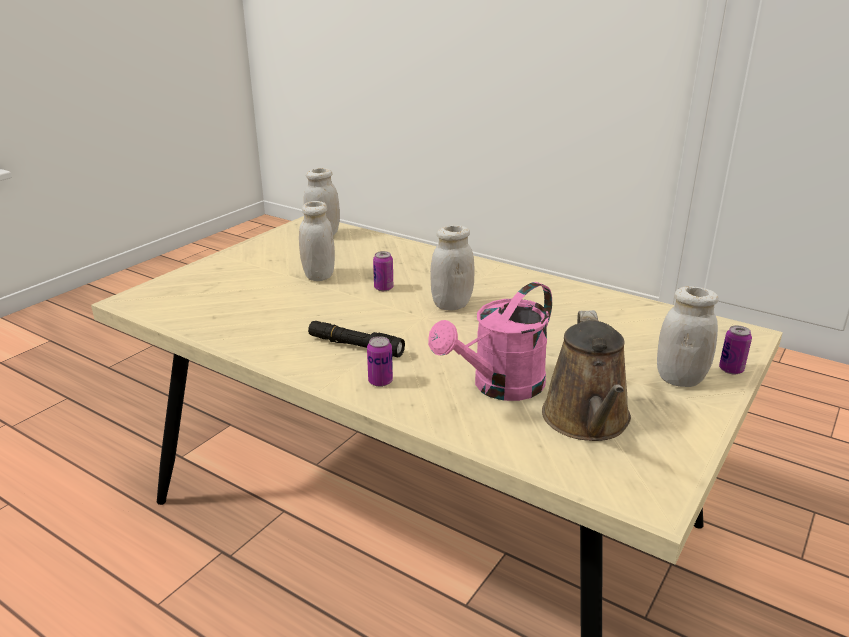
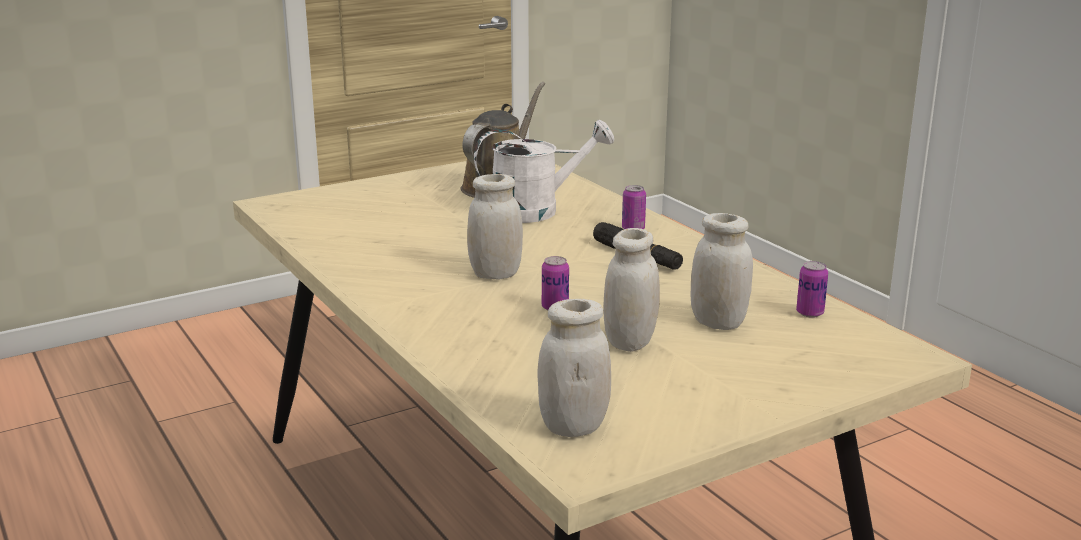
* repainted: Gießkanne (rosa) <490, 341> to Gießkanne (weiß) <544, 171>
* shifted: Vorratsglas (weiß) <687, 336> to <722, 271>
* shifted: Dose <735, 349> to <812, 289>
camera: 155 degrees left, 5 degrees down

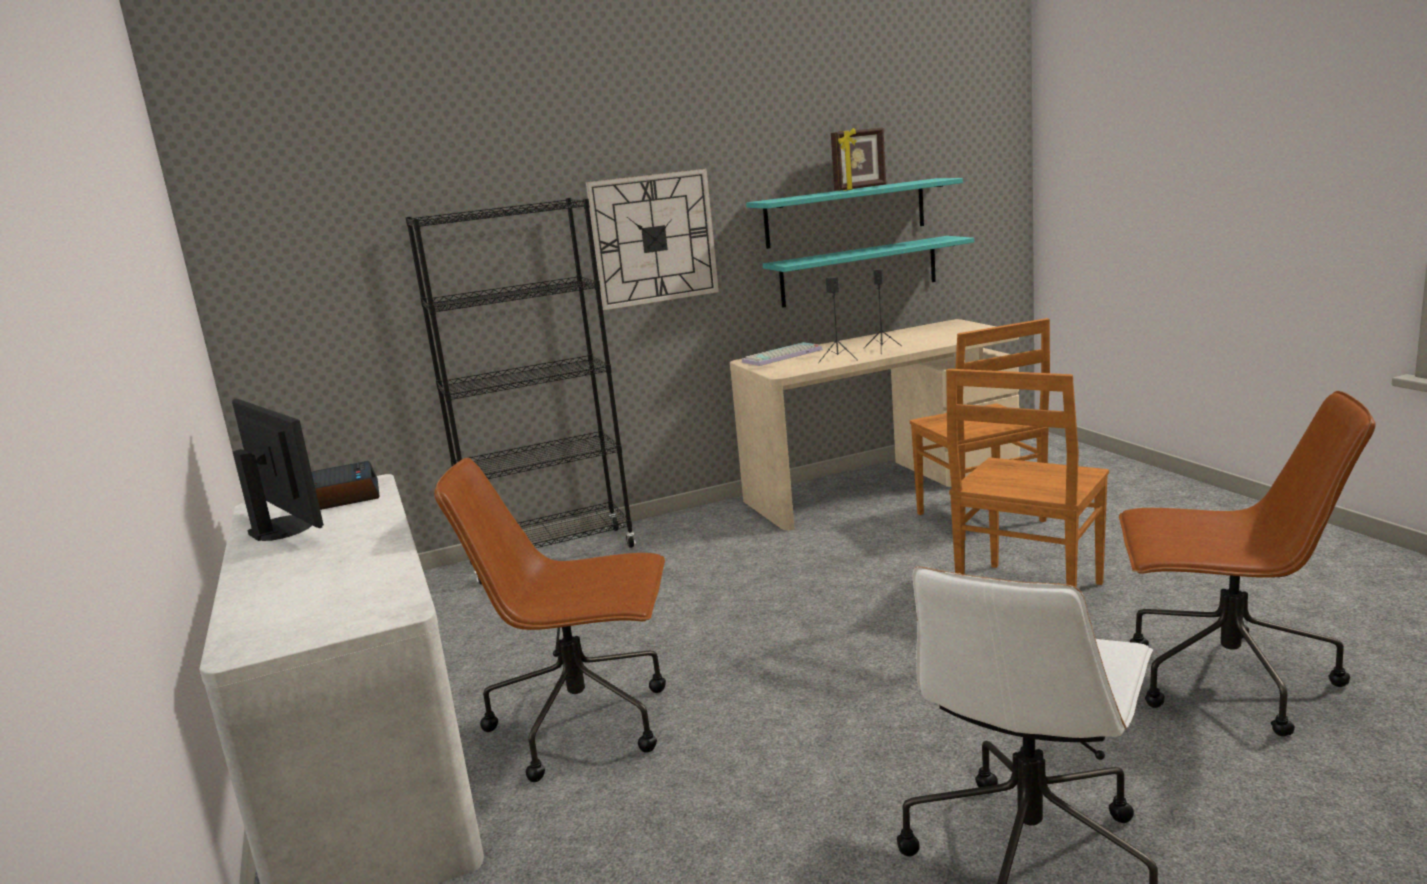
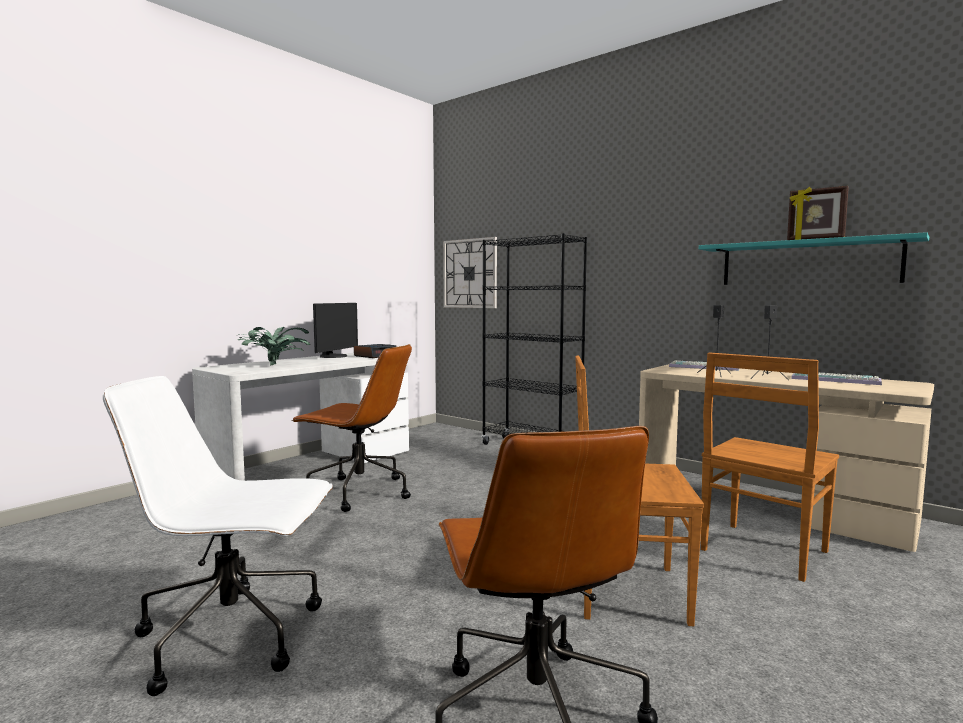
* new: Topfpflanze <274, 346>
* rotated: Bürostuhl (braun) <550, 620> = <351, 428> 135 degrees clockwise
* shifted: Wanduhr <652, 239> to <470, 272>
* new: Tastatur <836, 378>
* gone: Wandregal (türkis) <868, 272>
camera: 60 degrees right, 10 degrees down

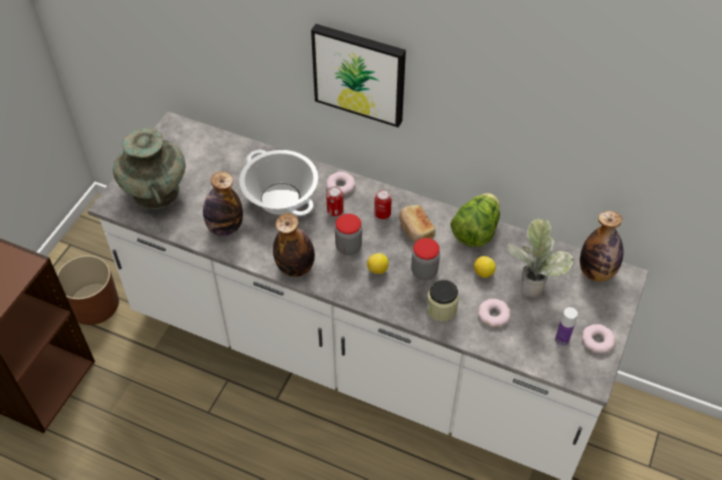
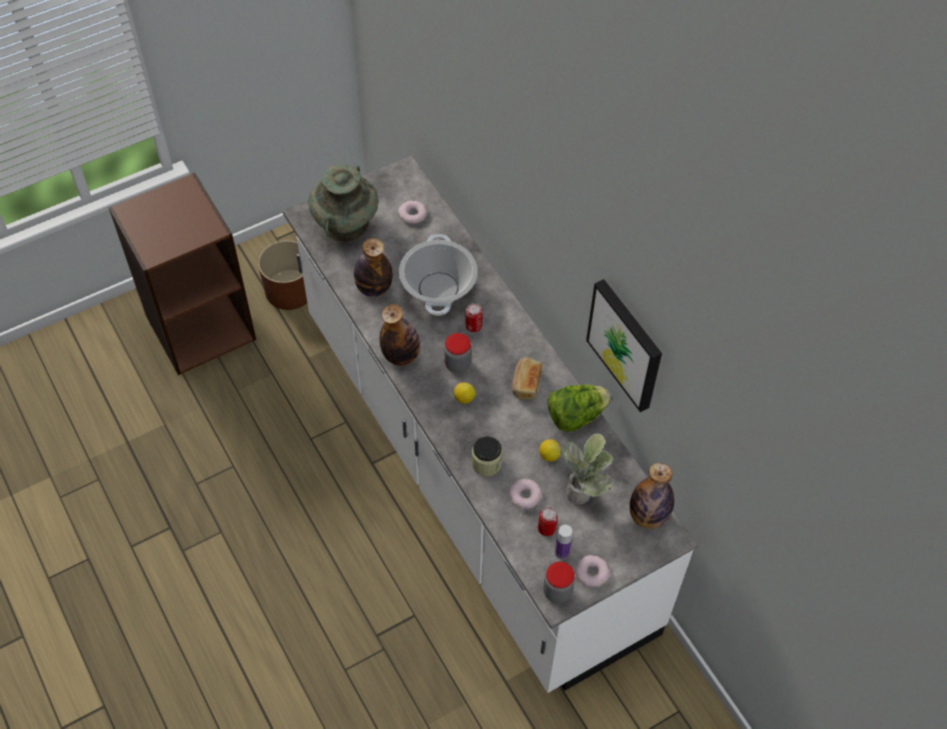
* shifted: Donut <340, 183> to <412, 212>
* shifted: Dose <383, 204> to <548, 521>
* shifted: Vorratsglas <425, 259> to <559, 582>
* shifted: Bild <358, 76> to <624, 345>
camera: 35 degrees right, 5 degrees up

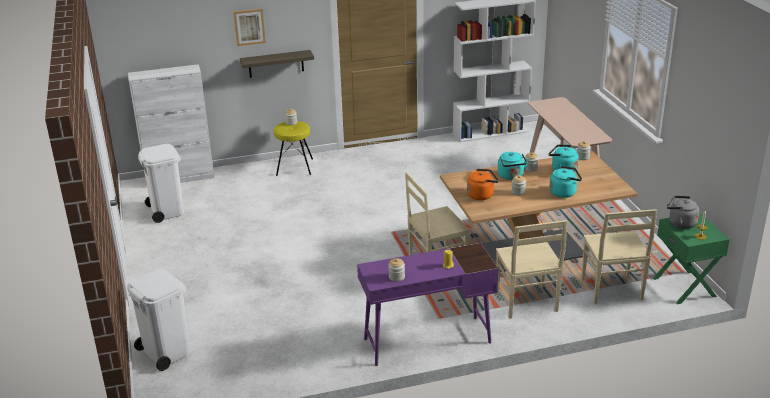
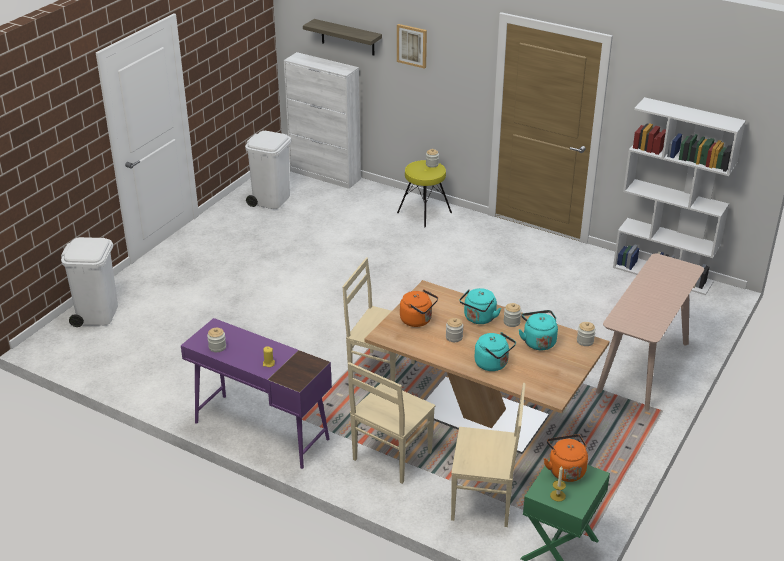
* shifted: Wandregal <277, 64> to <342, 37>
* rotated: Stuhl (beige) <619, 256> = <488, 455> 120 degrees counterclockwise
* repainted: Wasserkessel (grau) <683, 212> to Wasserkessel (orange) <566, 458>
camera: 45 degrees right, 5 degrees up

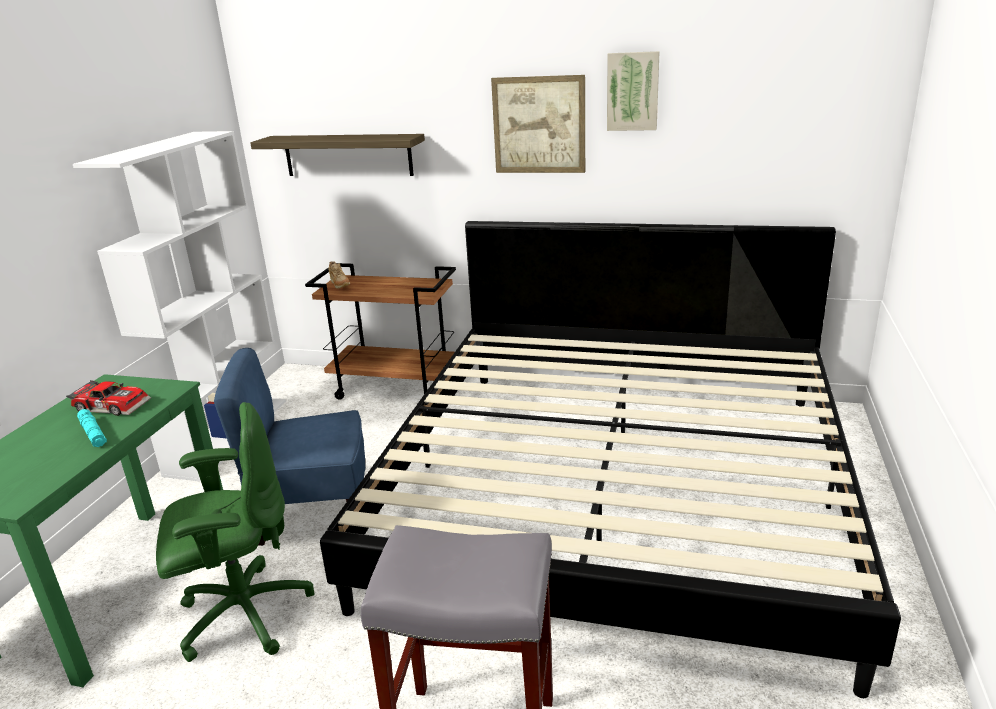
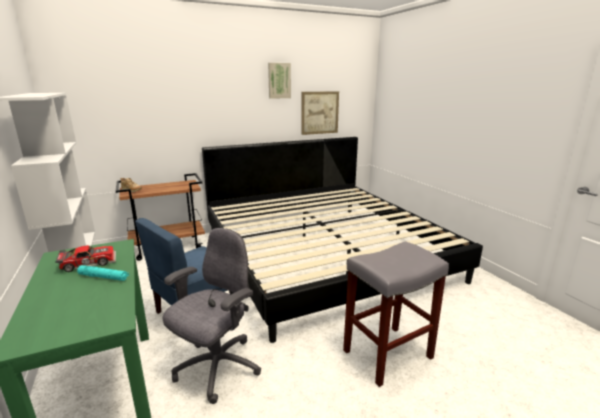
* repainted: Bürostuhl (grün) <235, 532> to Bürostuhl (grau) <211, 316>
* shifted: Bild <538, 124> to <320, 113>
* gone: Wandregal <337, 155>
camera: 40 degrees left, 5 degrees down

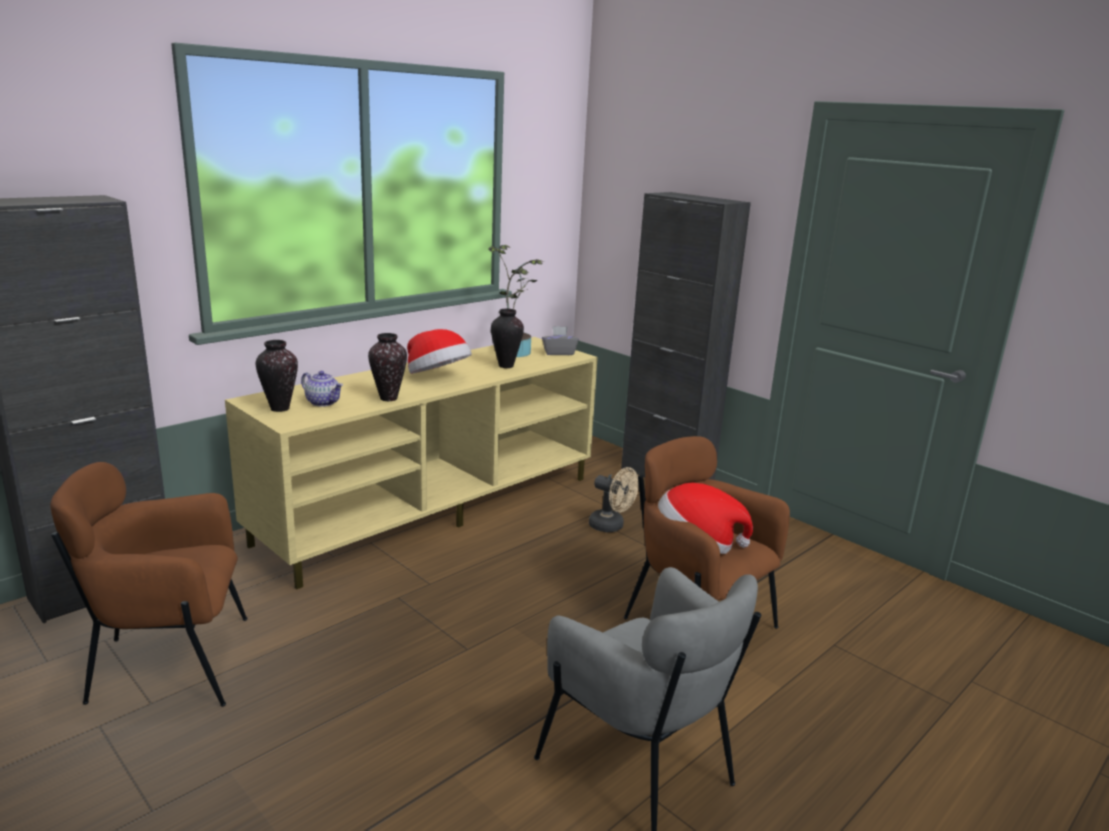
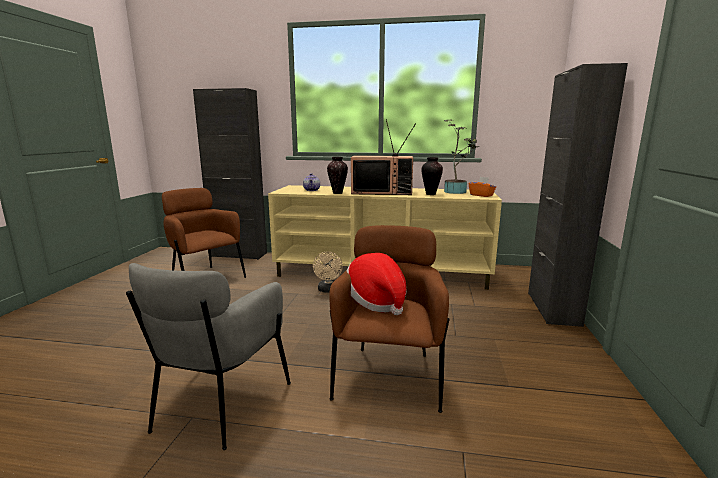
* shifted: Ventilator (beige) <614, 499> to <328, 272>
* swapped: Hut <439, 351> to Fernseher <383, 157>
* repainted: Taschentuchbox (grau) <560, 340> to Taschentuchbox (orange) <482, 187>
* gone: Vase <277, 376>
camera: 55 degrees right, 5 degrees down

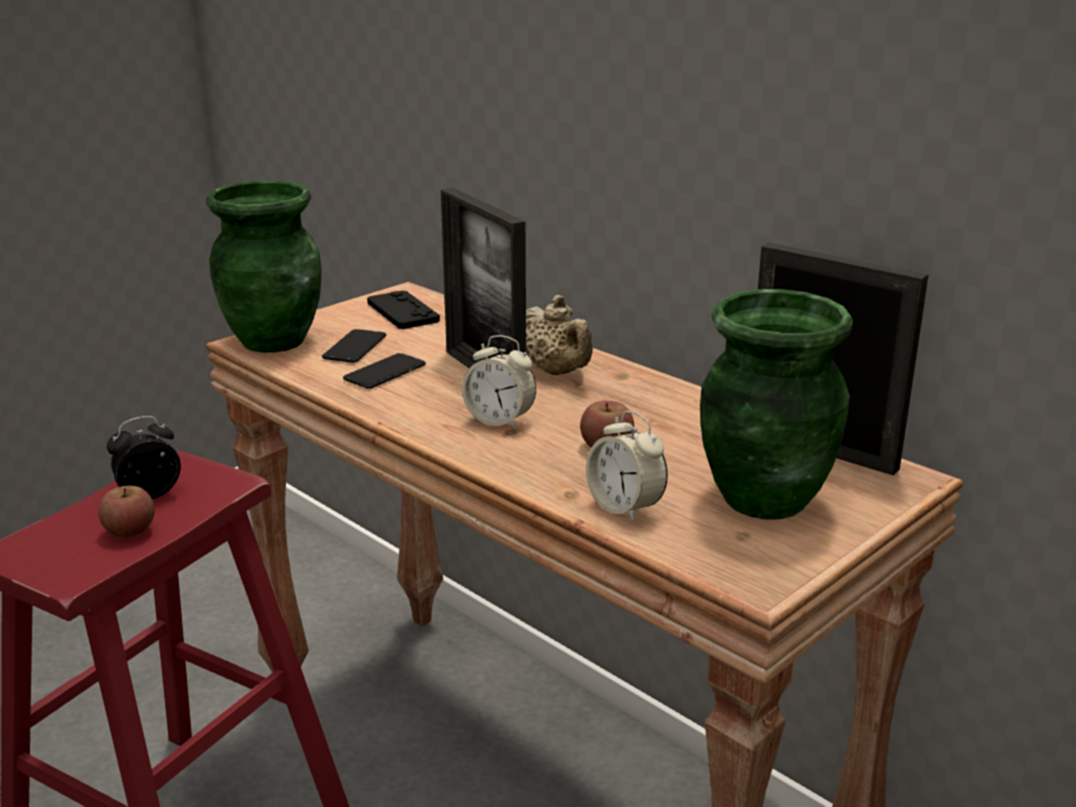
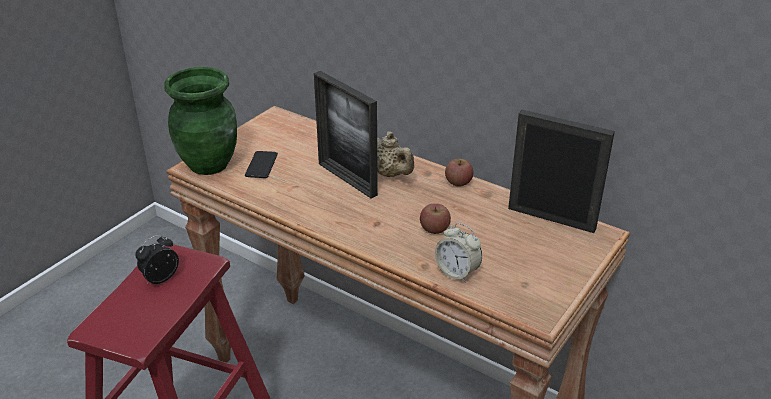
* shifted: Apfel <126, 512> to <459, 172>
* gone: Handy <384, 371>
* gone: Gamepad (schwarz) <403, 310>
* gone: Wecker <499, 382>
* gone: Vase (grün) <776, 404>
camera: 10 degrees left, 10 degrees up

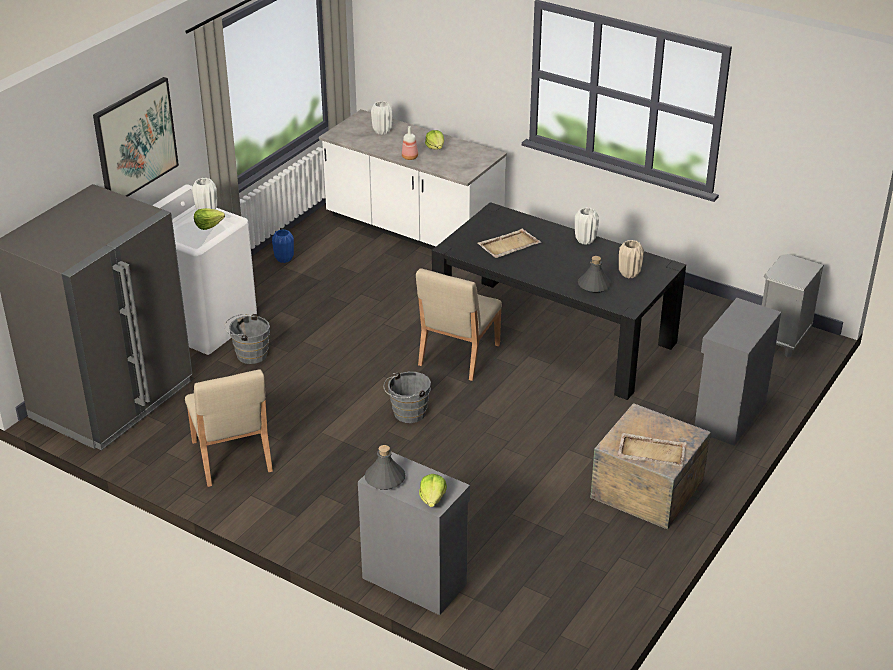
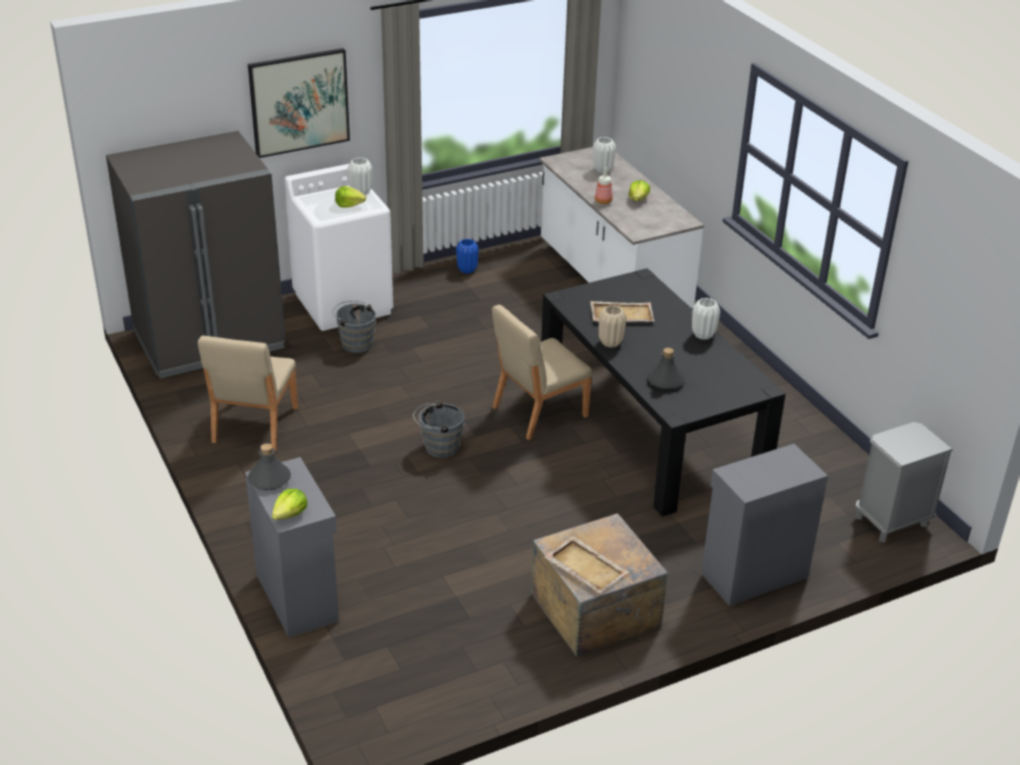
* shifted: Vase (beige) <631, 259> to <613, 326>
camera: 30 degrees right, 0 degrees up

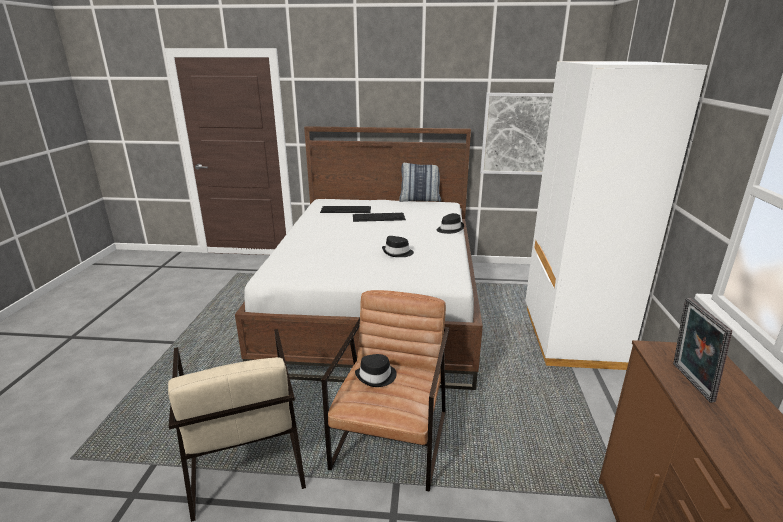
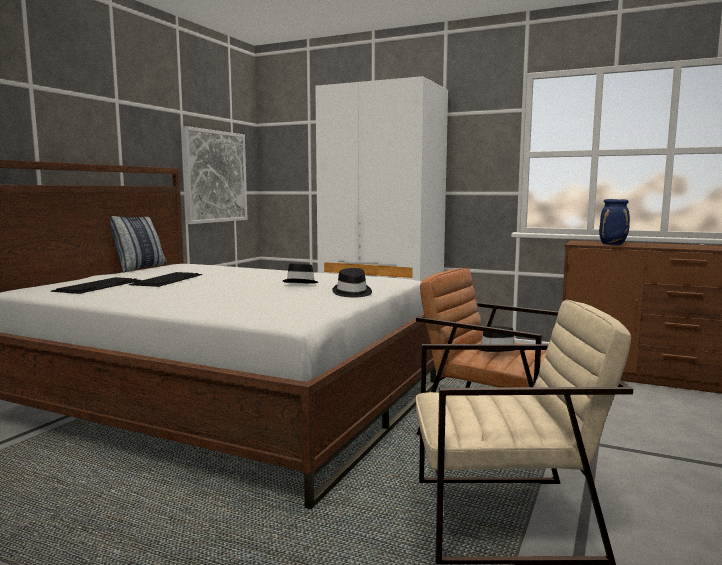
* shifted: Hut (schwarz) <450, 223> to <352, 282>
* swapped: Bilderrahmen <702, 350> to Vase (blau) <614, 222>
camera: 70 degrees left, 15 degrees down

